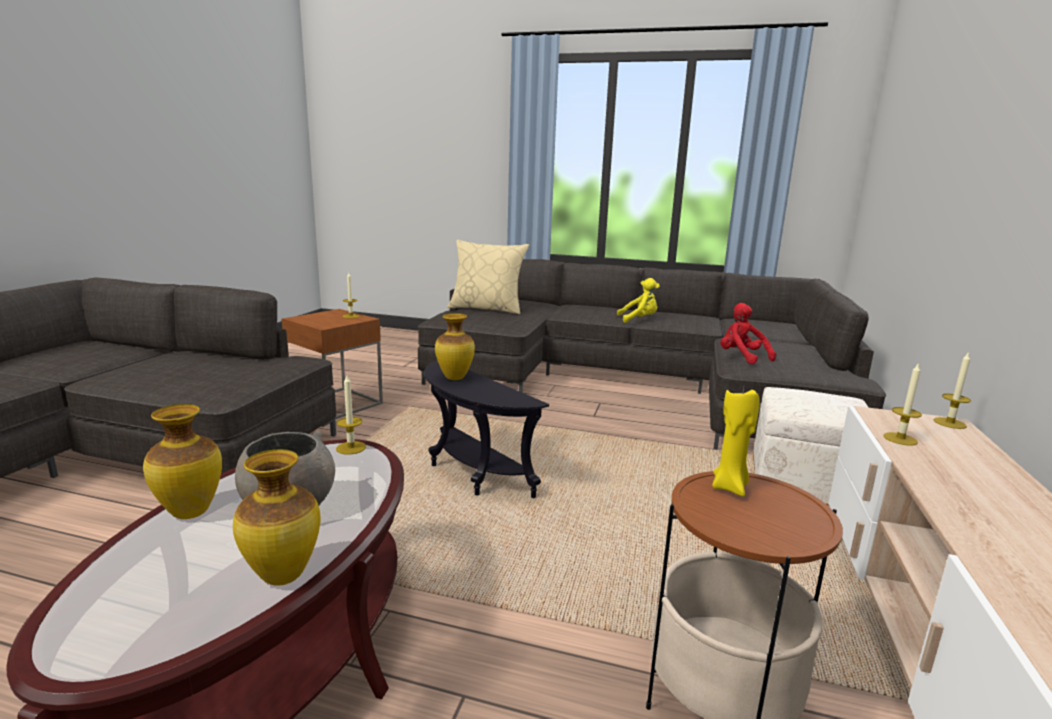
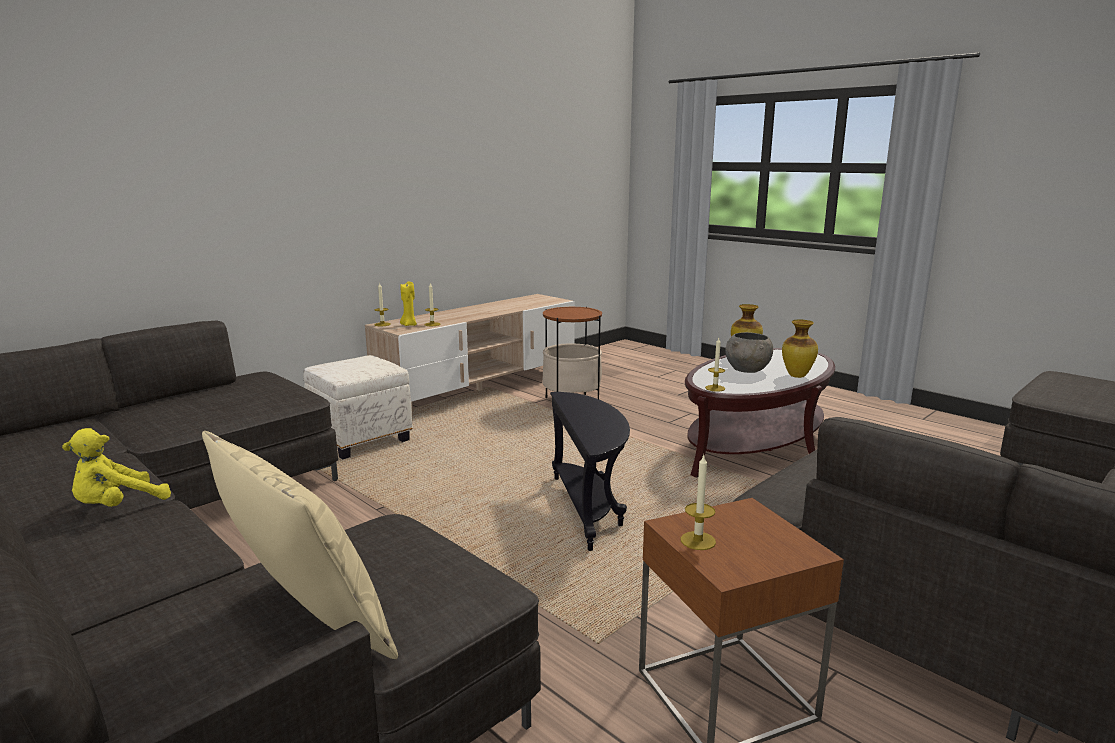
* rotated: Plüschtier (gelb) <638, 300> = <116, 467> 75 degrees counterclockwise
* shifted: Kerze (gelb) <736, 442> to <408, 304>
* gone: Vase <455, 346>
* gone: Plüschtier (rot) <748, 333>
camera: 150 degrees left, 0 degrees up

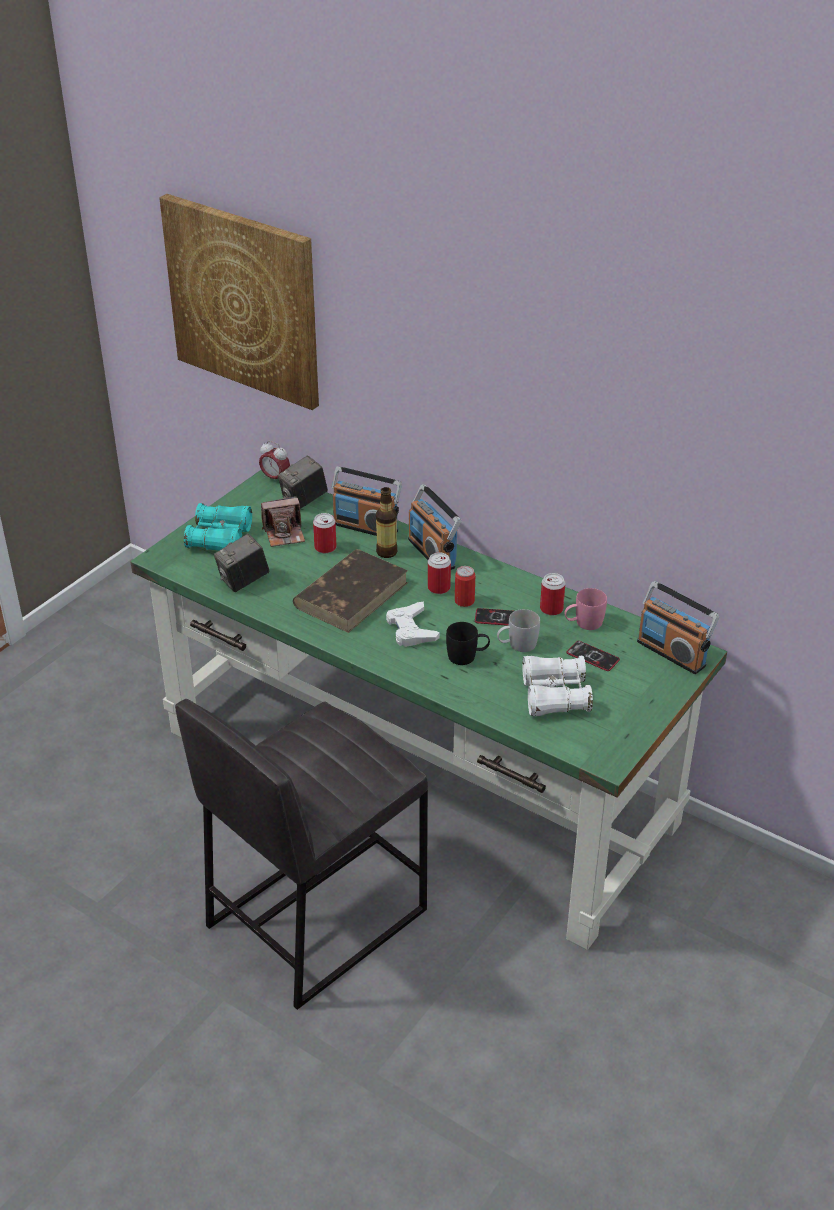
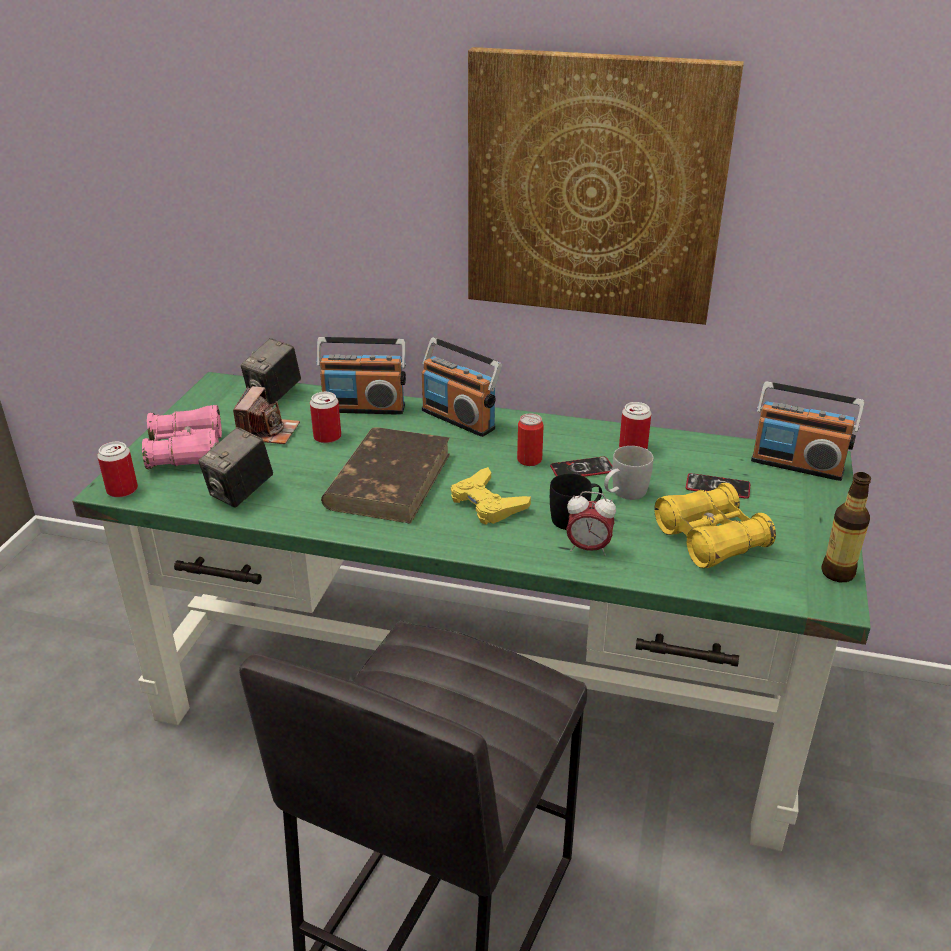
* shifted: Dose <439, 573> to <117, 470>
* repainted: Fernglas (türkis) <218, 527> to Fernglas (rosa) <182, 437>
* rotated: Kamera <283, 521> = <266, 415> 45 degrees counterclockwise
* repainted: Gamepad (weiß) <413, 624> to Gamepad (gelb) <491, 495>
* shifted: Bild <239, 302> to <606, 186>
* shifted: Wecker <274, 460> to <591, 523>
* repainted: Fernglas (weiß) <557, 686> to Fernglas (gelb) <715, 525>
* shifted: Flasche <387, 522> to <846, 527>
* gone: Henkelbecher (rosa) <585, 609>
camera: 20 degrees left, 5 degrees down

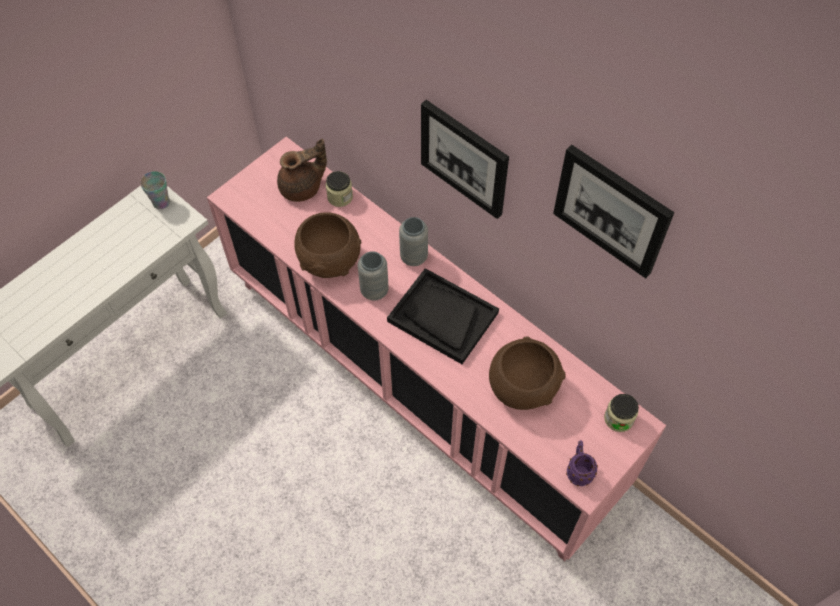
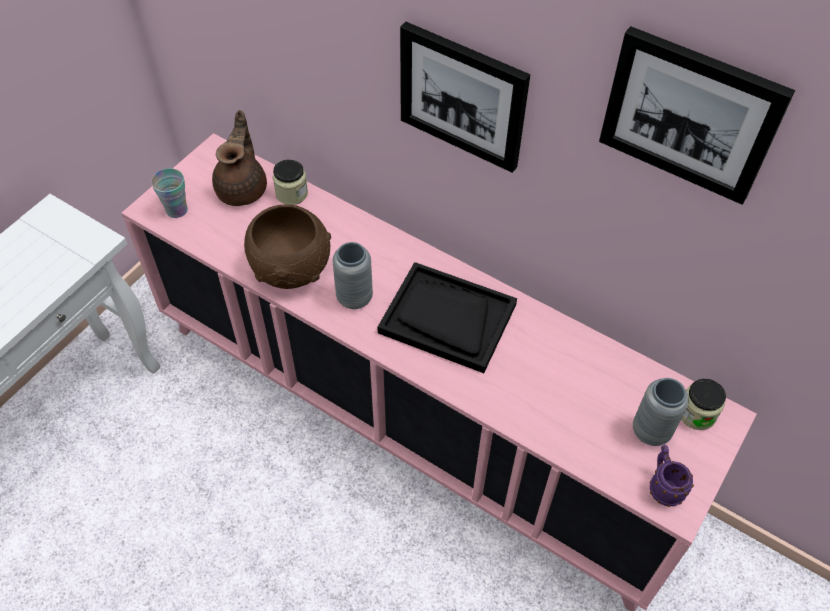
* shifted: Tasse <155, 190> to <169, 193>
* rotated: Teekanne (braun) <302, 170> = <239, 158> 45 degrees counterclockwise
* shifted: Vase (grau) <413, 241> to <661, 412>
* gone: Schüssel (braun) <527, 373>
camera: 10 degrees left, 5 degrees down

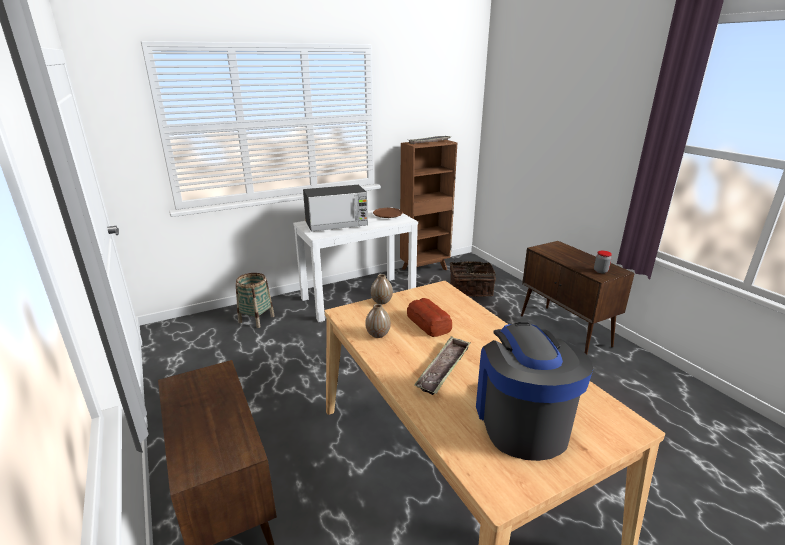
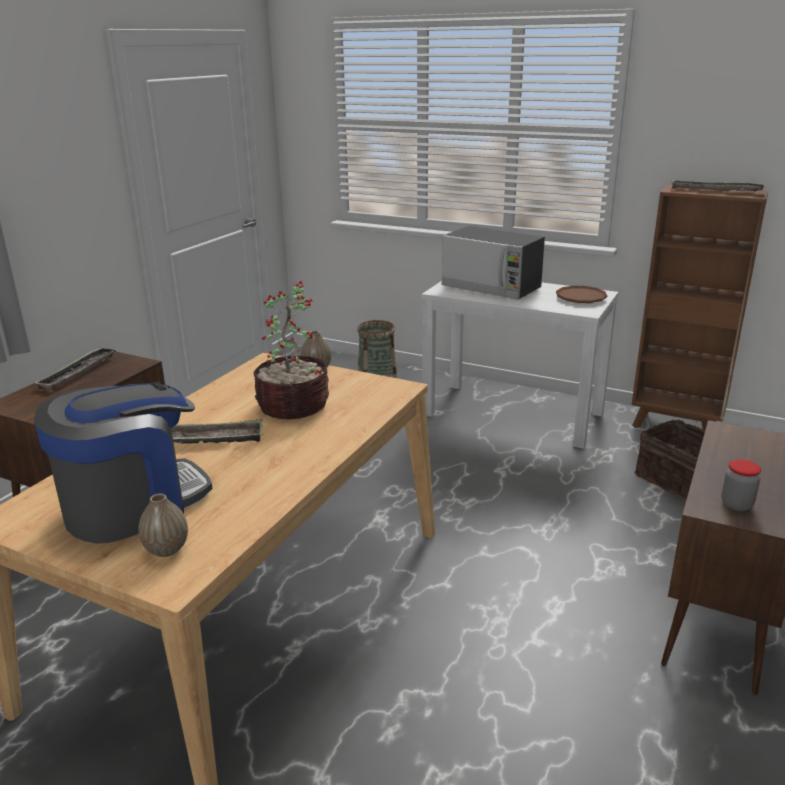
* new: Tablett <76, 368>
* shifted: Vase <378, 321> to <163, 525>
* swapped: Brot <429, 317> to Topfpflanze <291, 350>
camera: 55 degrees right, 0 degrees up

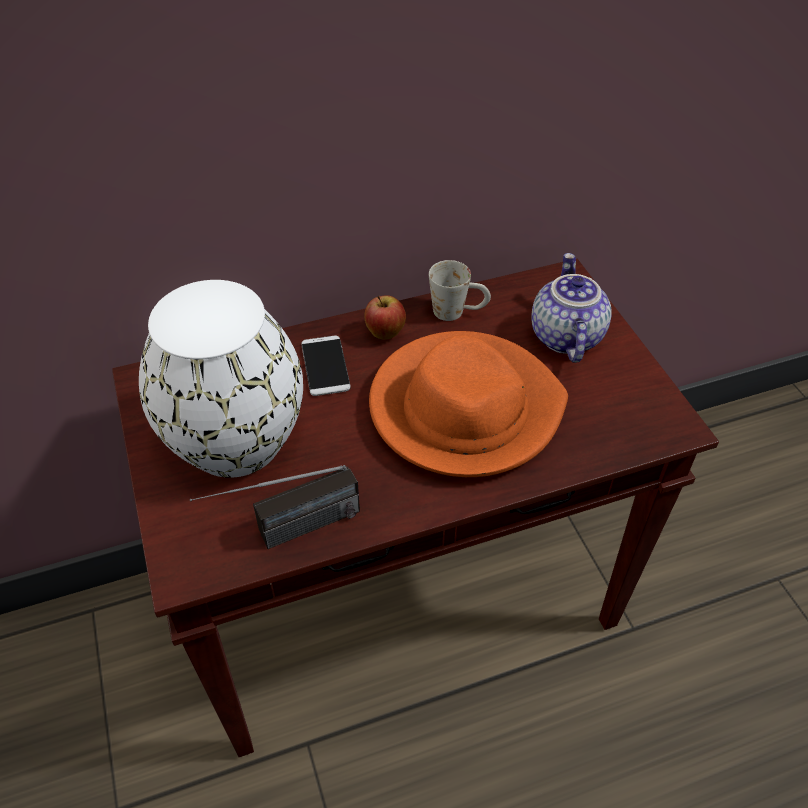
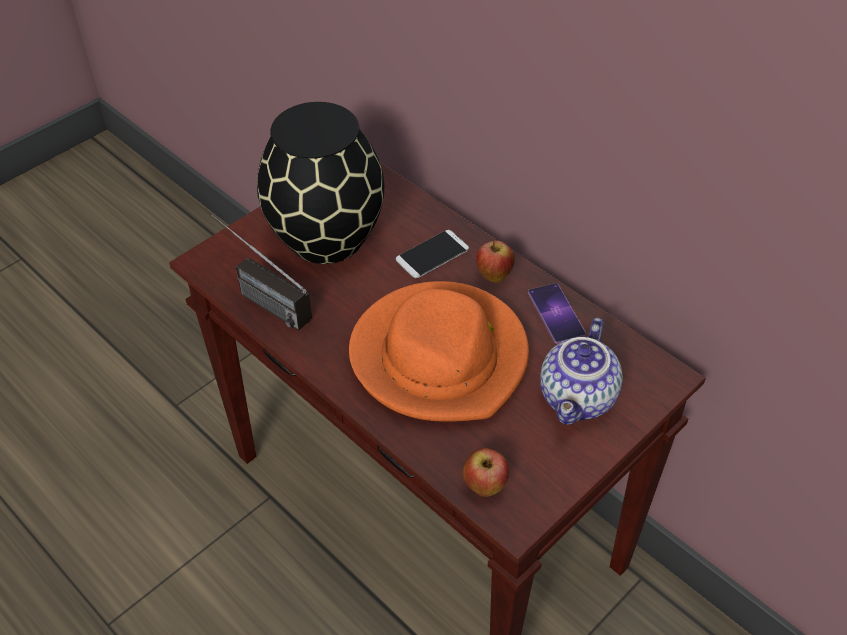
* repainted: Vase (weiß) <221, 379> to Vase (schwarz) <320, 183>
* new: Apfel <485, 472>
* swapped: Henkelbecher (weiß) <460, 290> to Handy <557, 313>
* rotated: Teekanne <571, 308> = <581, 371> 135 degrees clockwise
camera: 65 degrees right, 0 degrees up

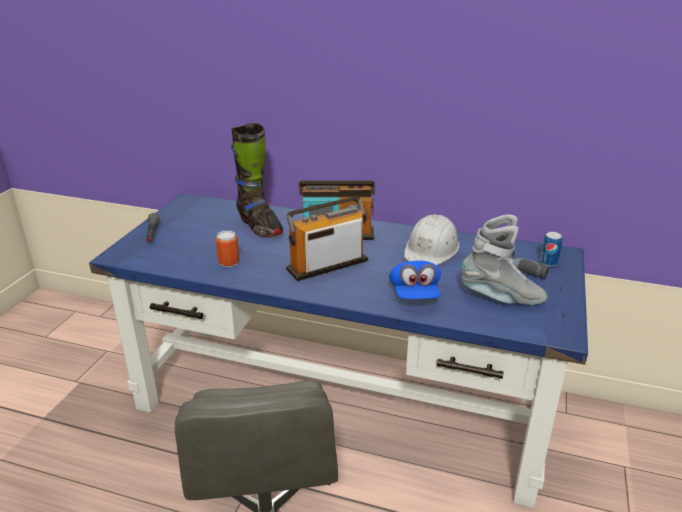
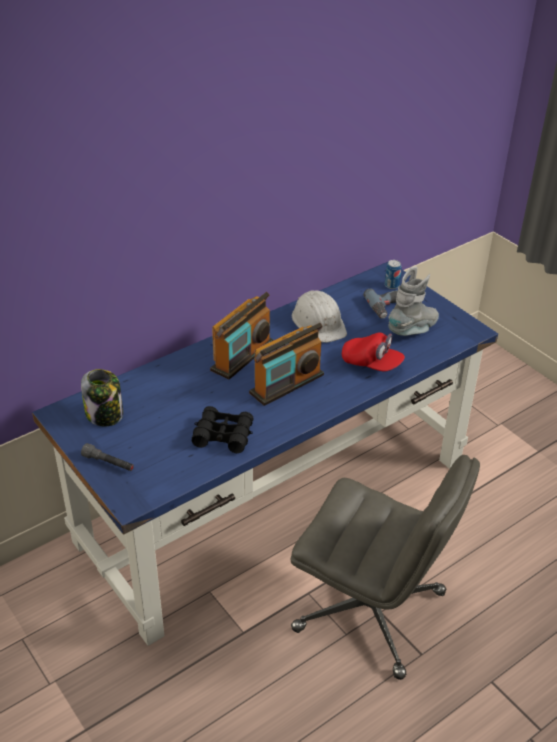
* new: Vorratsglas <102, 398>
* swapped: Dose <227, 249> to Fernglas (schwarz) <223, 429>
* rotated: Radio <327, 238> = <286, 364> 135 degrees counterclockwise
* repainted: Kappe (blau) <415, 279> to Kappe (rot) <373, 352>
* gone: Stiefel (schwarz) <257, 180>
camera: 55 degrees left, 10 degrees up

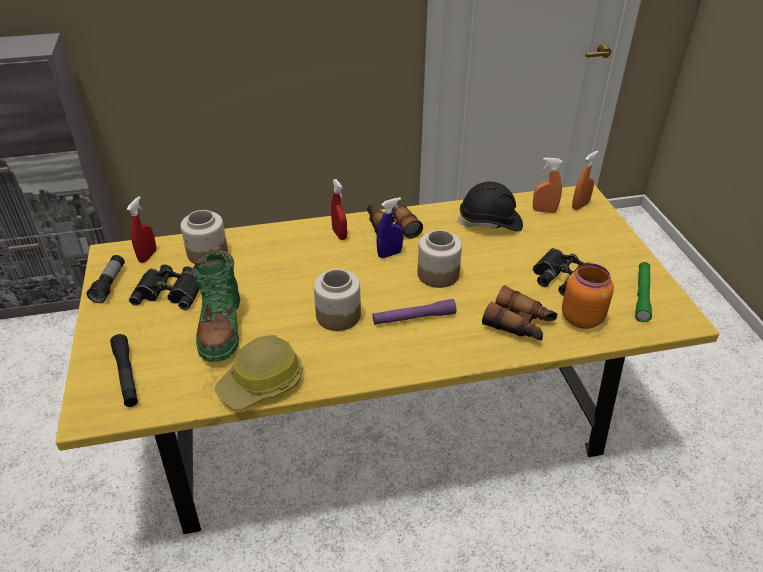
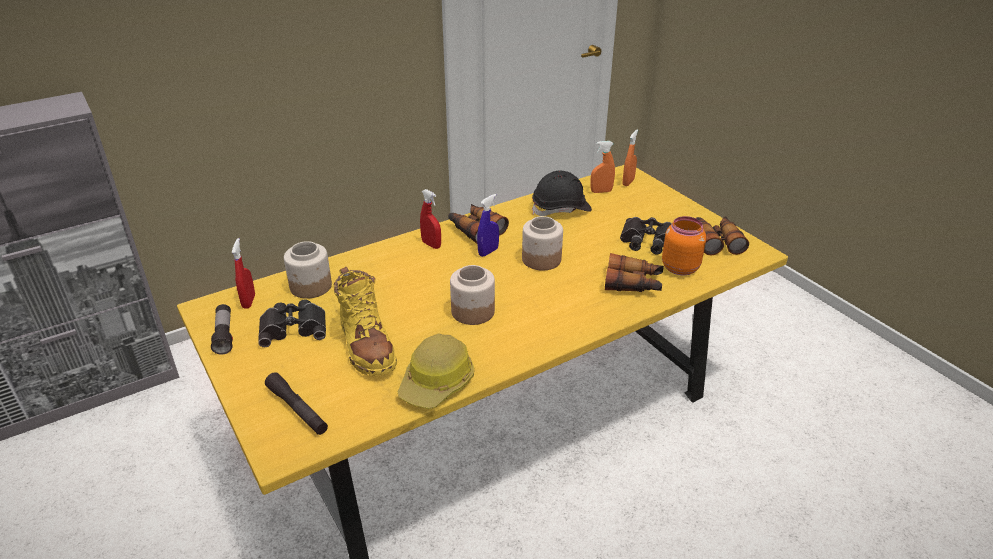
* repainted: Stiefel (grün) <215, 303> to Stiefel (gelb) <365, 321>
* swapped: Taschenlampe (grün) <643, 292> to Fernglas <722, 235>
* gone: Taschenlampe (lila) <414, 312>
camera: 20 degrees left, 5 degrees down

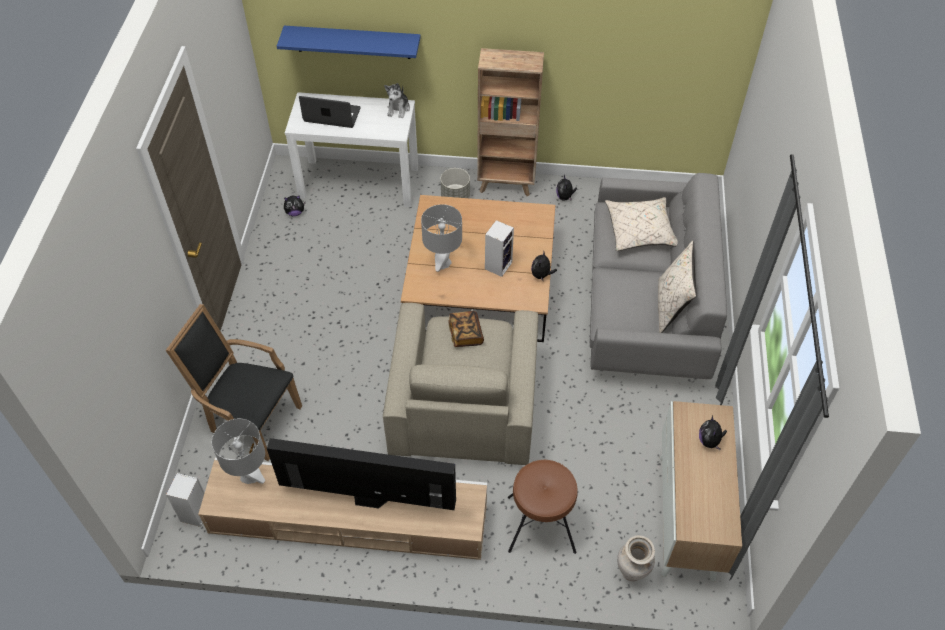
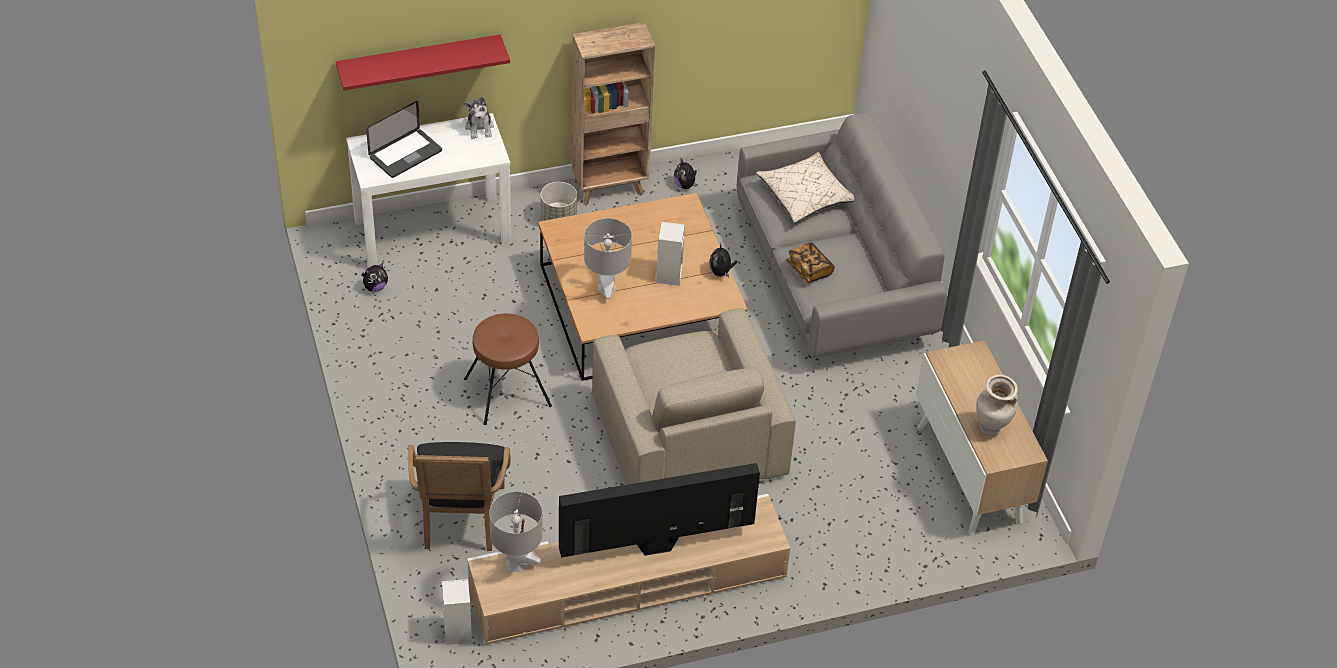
* repainted: Wandregal (blau) <349, 42> to Wandregal (rot) <423, 62>
* rotated: Laptop <329, 112> = <404, 139> 150 degrees clockwise
* rotated: Sessel (schwarz) <234, 382> = <459, 496> 90 degrees counterclockwise
* shifted: Hocker (braun) <543, 507> to <508, 369>
* shifted: Buch <466, 329> to <810, 262>
* shifted: Vase (beige) <636, 558> to <997, 405>
* gone: Kissen (beige) <677, 287>
* gone: Plüschtier <713, 433>
camera: 25 degrees left, 5 degrees down

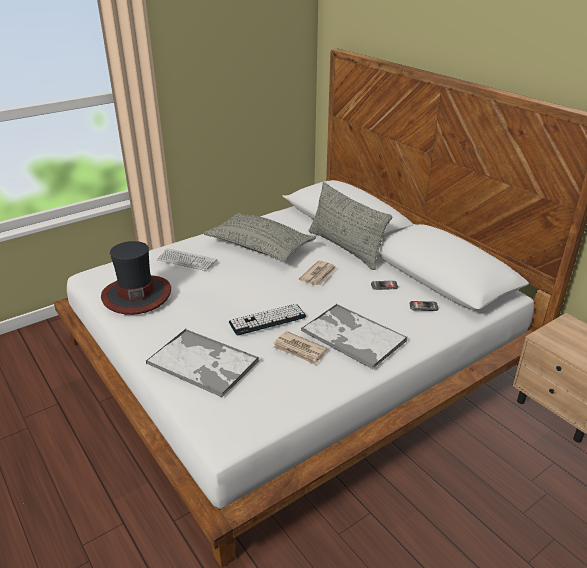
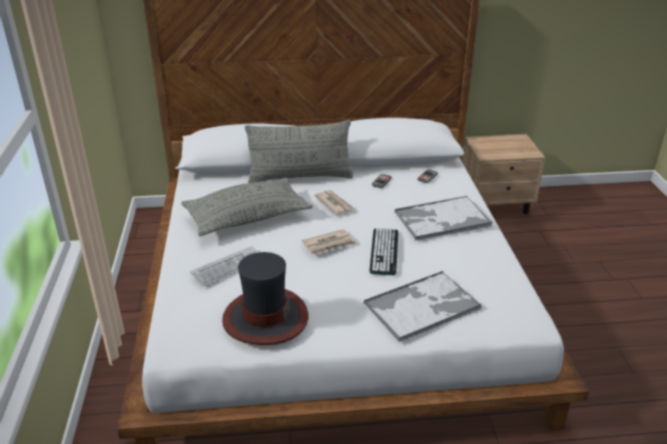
* shifted: Zeitung <300, 348> to <329, 242>
camera: 60 degrees left, 0 degrees up

